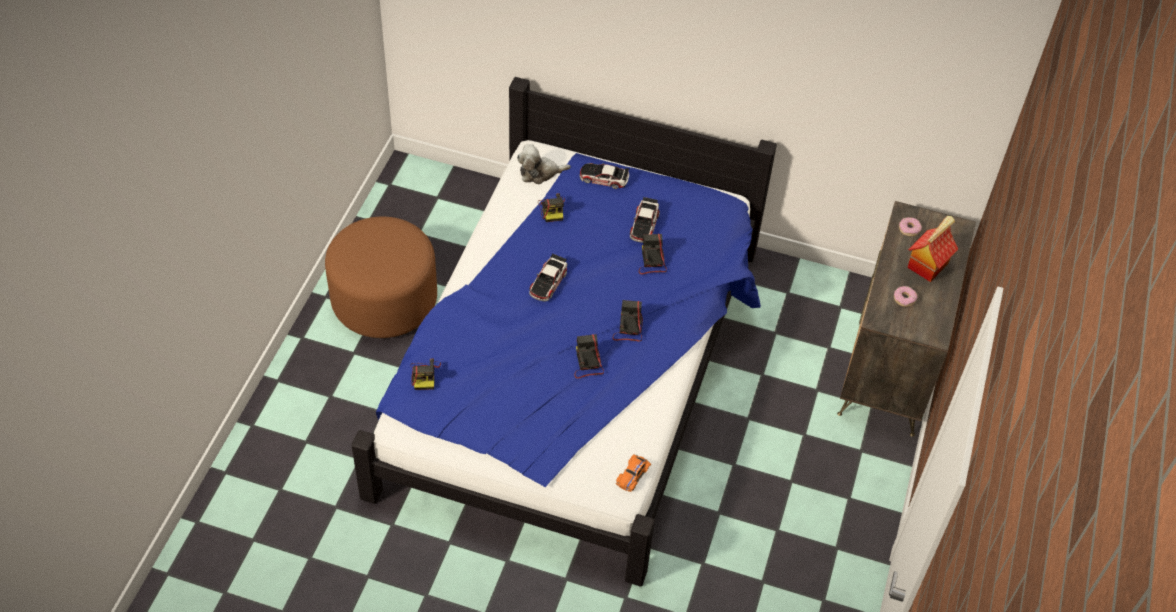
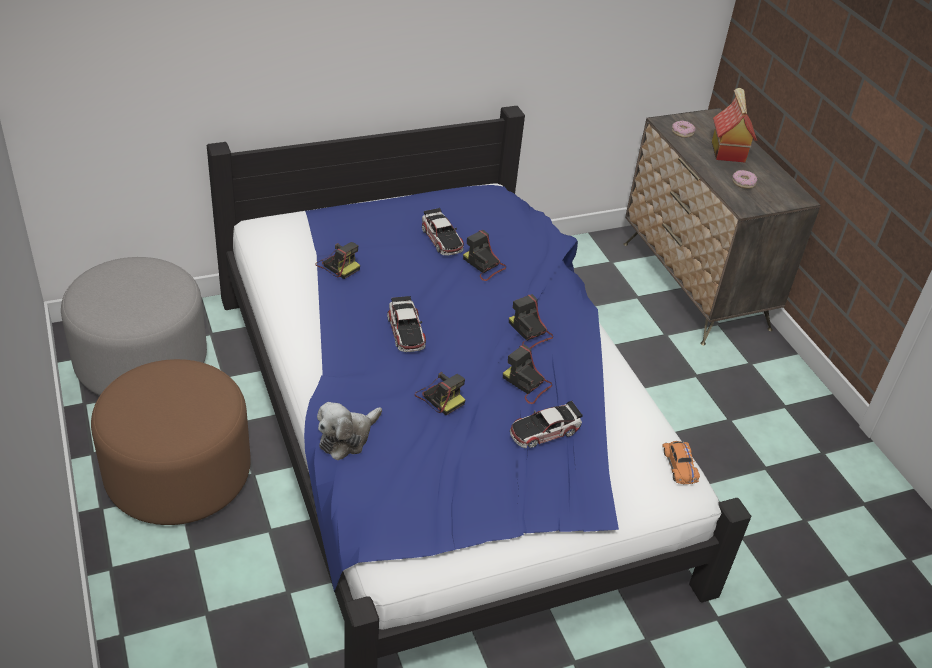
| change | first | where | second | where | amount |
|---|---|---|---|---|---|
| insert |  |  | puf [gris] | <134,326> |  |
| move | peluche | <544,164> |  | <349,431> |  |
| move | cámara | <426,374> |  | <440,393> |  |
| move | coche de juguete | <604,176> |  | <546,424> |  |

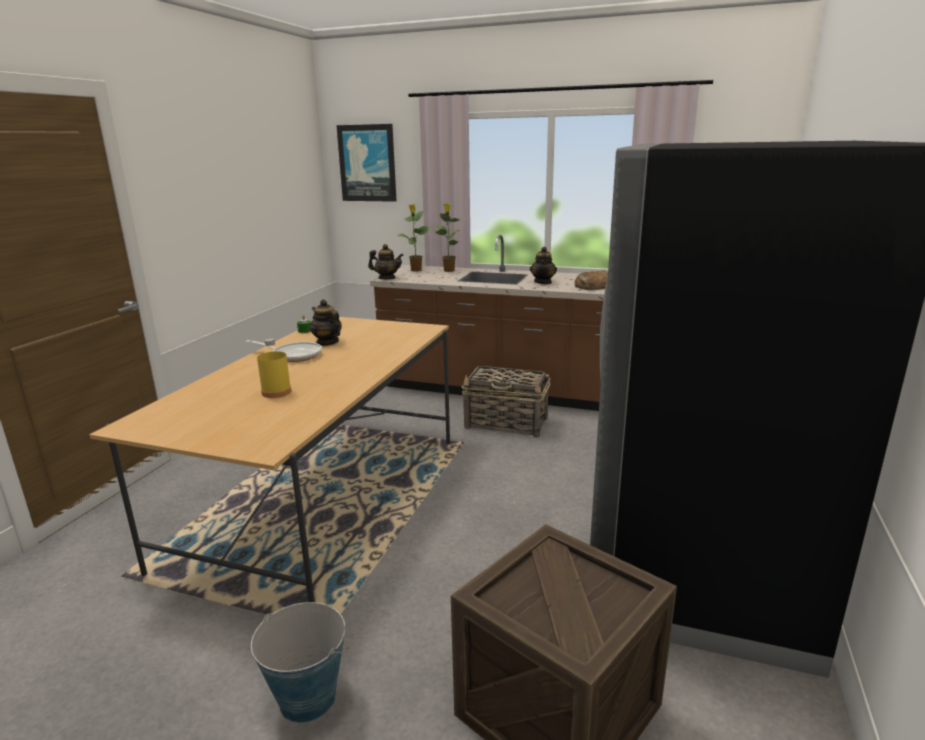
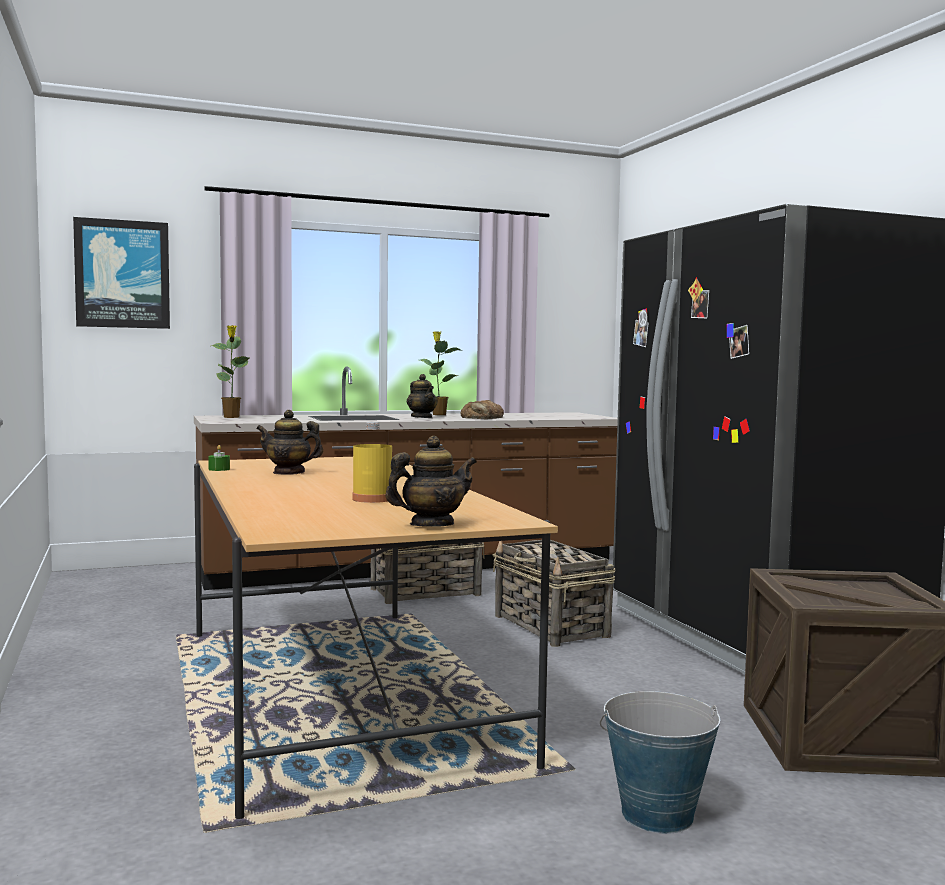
| change | first | where | second | where | amount |
|---|---|---|---|---|---|
| move | tetera | <386,261> |  | <431,481> |  |
| move | planta en maceta | <447,238> |  | <441,373> |  |
| insert |  |  | cesta | <554,593> |  |
| delete | sartén | <284,351> |  |  |  |

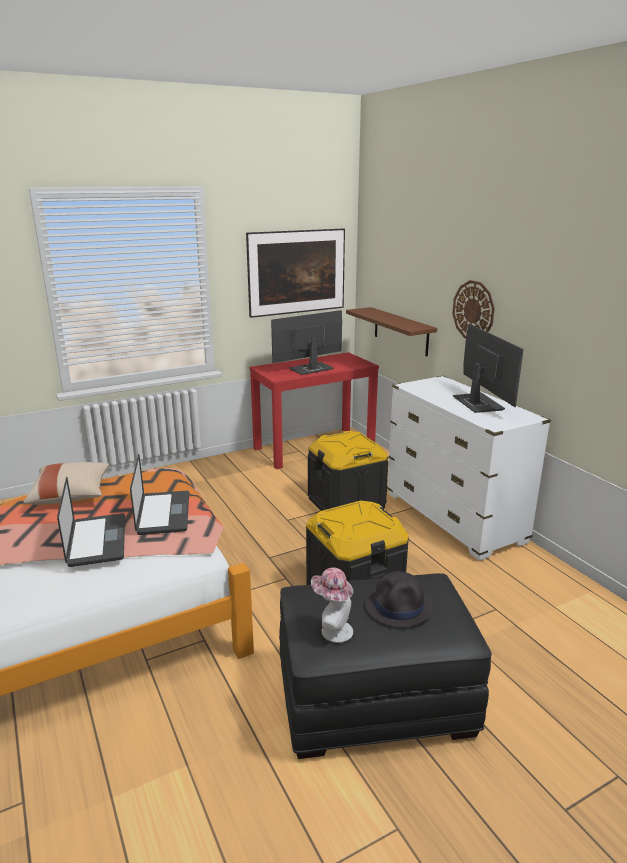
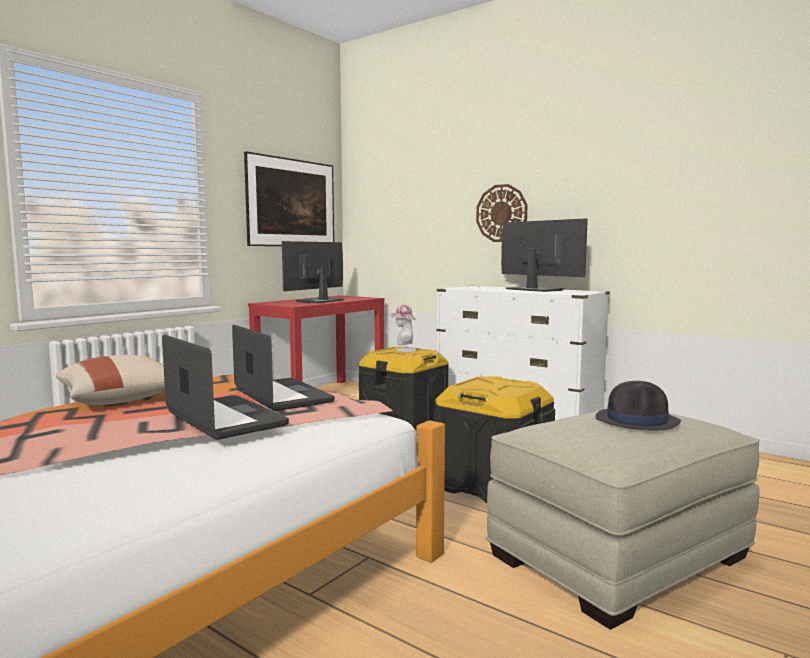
| change | first | where | second | where | amount |
|---|---|---|---|---|---|
| move | sombrero | <332,605> |  | <403,328> |  |
| recolor | puf [negro] | <385,666> | puf [beis] | <623,519> |  |
| delete | estante [marrón] | <391,331> |  |  |  |

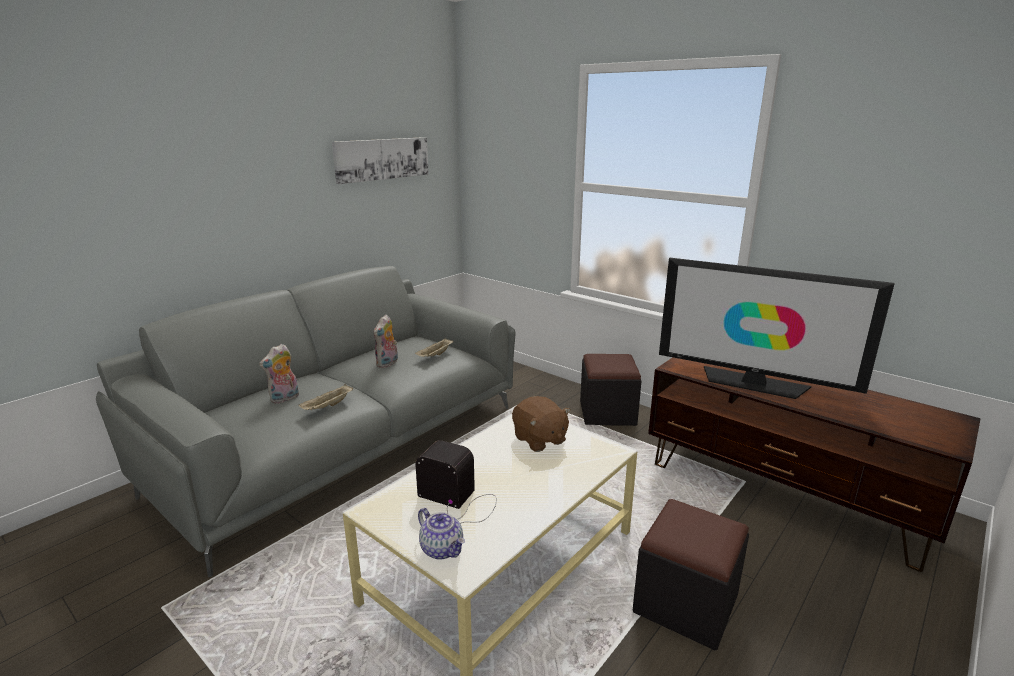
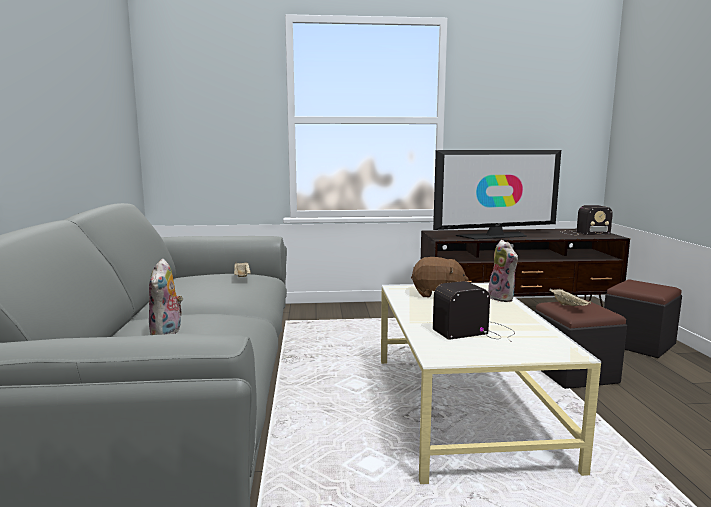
| change | first | where | second | where | amount |
|---|---|---|---|---|---|
| move | peluche | <385,341> |  | <503,271> |  |
| move | bandeja [beis] | <325,397> |  | <570,297> |  |
| insert |  |  | radio | <586,220> |  |
| move | puf [negro] | <610,390> |  | <643,319> |  |
| delete | cuadro | <380,160> |  |  |  |
| delete | tetera | <441,534> |  |  |  |

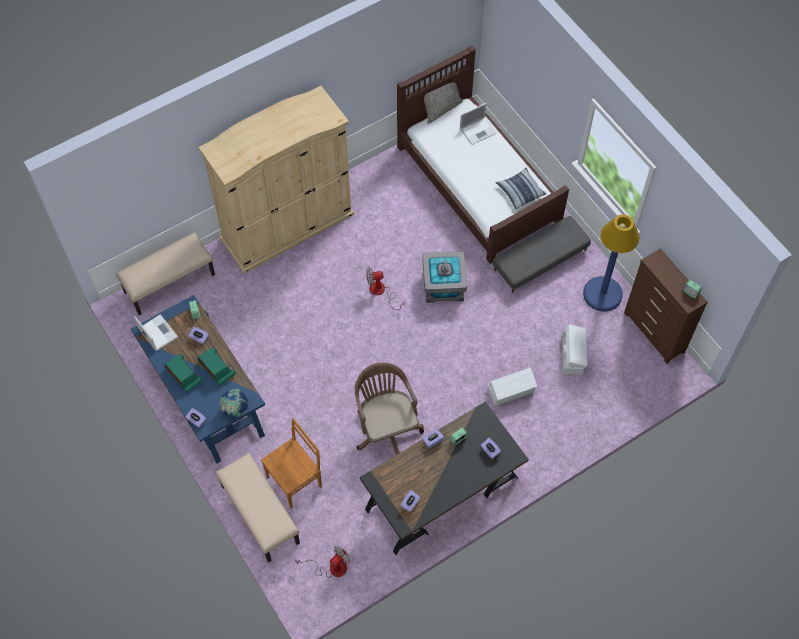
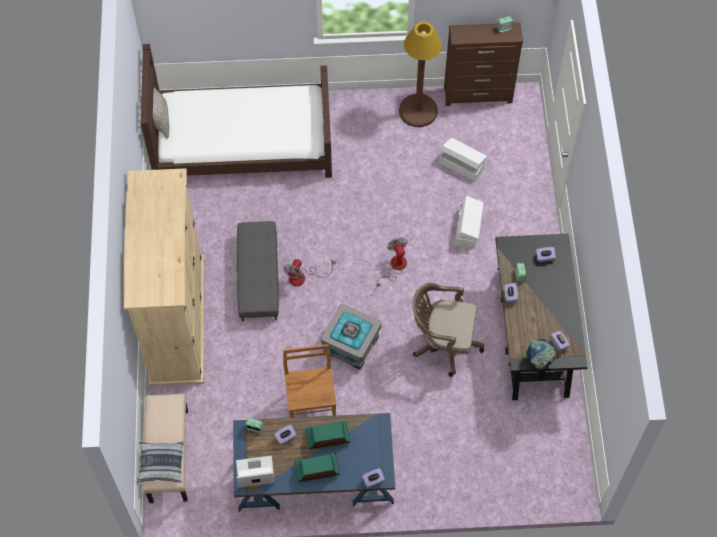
| change | first | where | second | where | amount |
|---|---|---|---|---|---|
| move | cojín | <520,189> |  | <160,462> |  |
| move | puf [gris] | <542,254> |  | <258,271> |  |
| move | silla [marrón] | <291,463> |  | <309,381> |  |
| move | caja de almacenaje [gris] | <444,277> |  | <351,337> |  |
| move | ventilador | <323,562> |  | <391,262> |  |
| recolor | lámpara de pie [azul] | <611,262> | lámpara de pie [marrón] | <420,74> |  |
| move | globo terráqueo | <233,403> |  | <541,354> |  |
| delete | banco [beis] | <257,507> |  |  |  |
| delete | portátil | <478,124> |  |  |  |

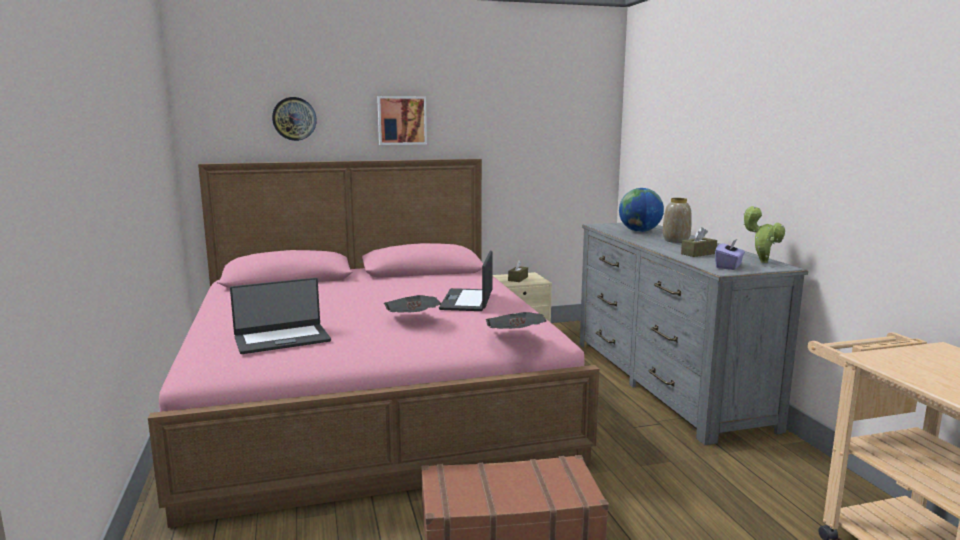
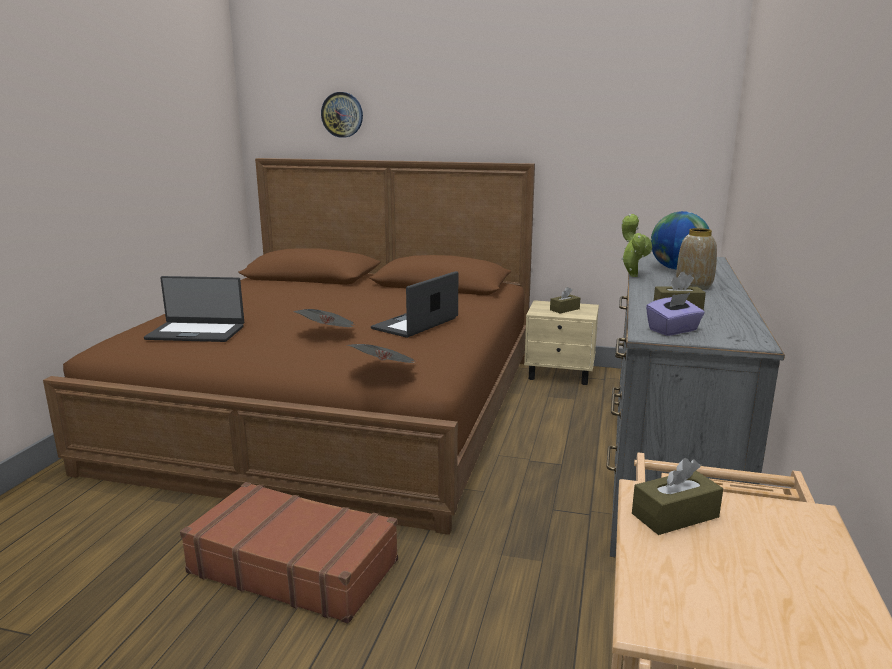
| change | first | where | second | where | amount |
|---|---|---|---|---|---|
| recolor | cama [rosa] | <373,343> | cama [marrón] | <289,346> |  |
| move | planta en maceta | <764,234> |  | <636,245> |  |
| insert |  |  | caja de pañuelos [marrón] | <677,496> |  |
| delete | cuadro | <402,120> |  |  |  |

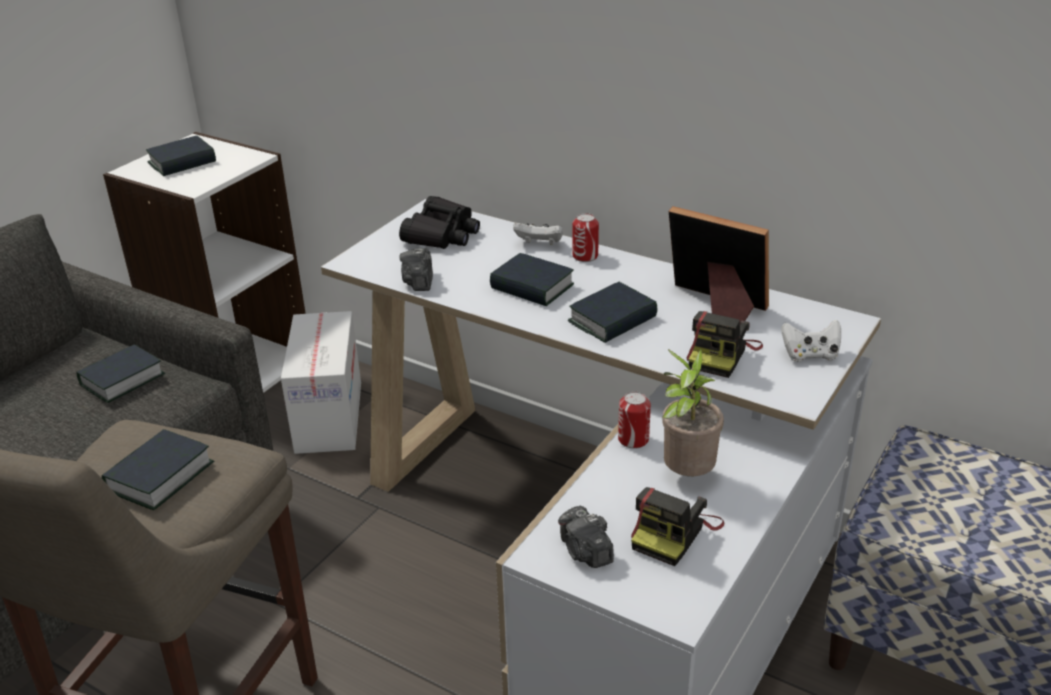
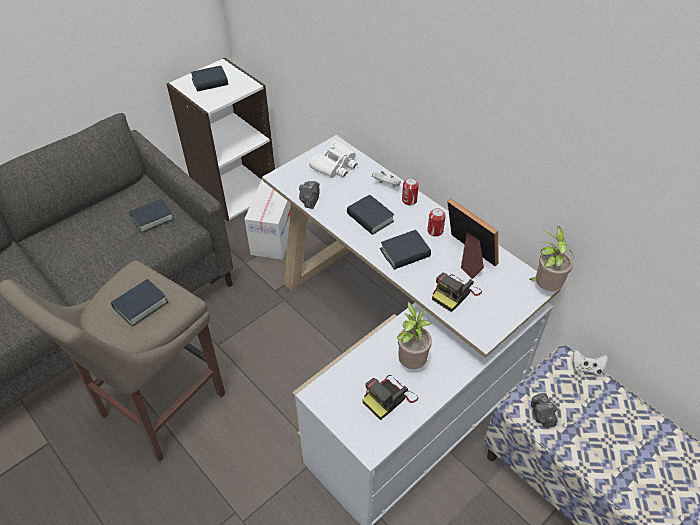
| change | first | where | second | where | amount |
|---|---|---|---|---|---|
| recolor | prismáticos [negro] | <439,222> | prismáticos [blanco] | <333,159> |  |
| move | lata | <634,420> |  | <436,222> |  |
| insert |  |  | planta en maceta | <551,258> |  |
| move | cámara | <586,537> |  | <544,410> |  |
| move | mando de consola [blanco] | <811,341> |  | <590,363> |  |

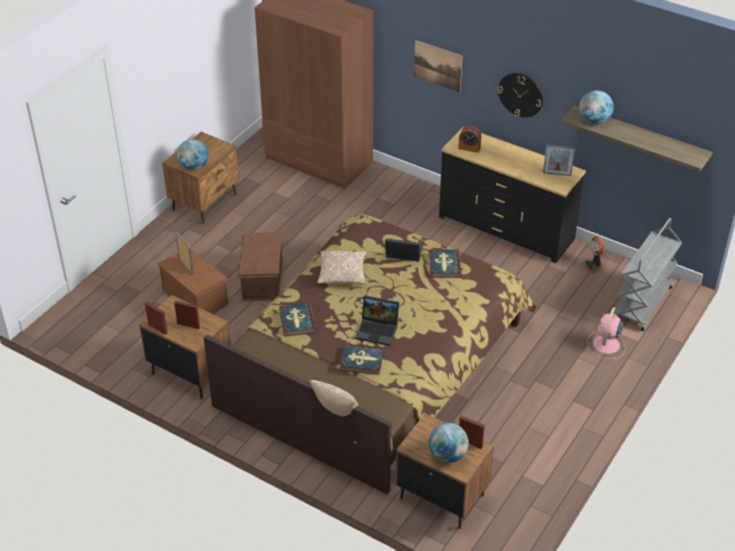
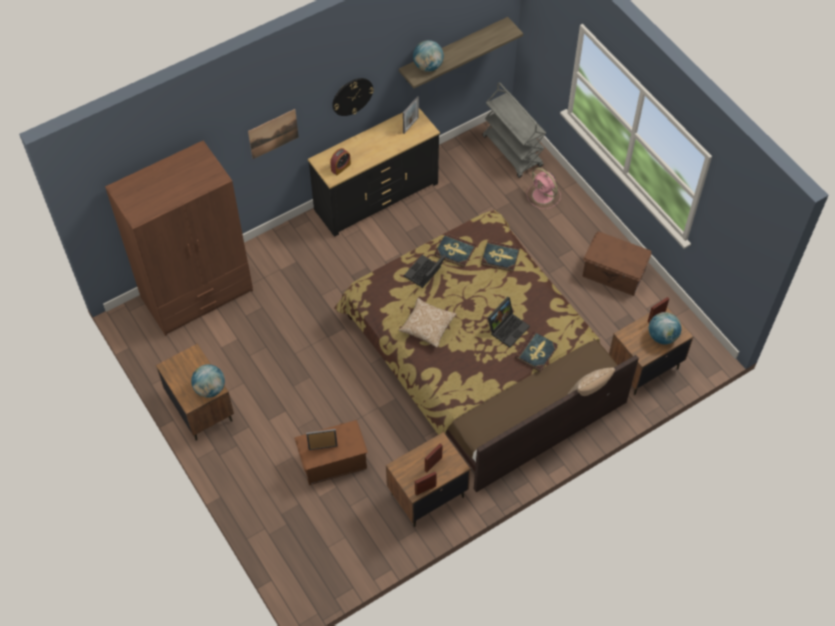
| change | first | where | second | where | amount |
|---|---|---|---|---|---|
| move | libro | <297,320> |  | <500,256> |  |
| move | caja de almacenaje [marrón] | <260,266> |  | <617,263> |  |
| delete | ventilador | <593,255> |  |  |  |

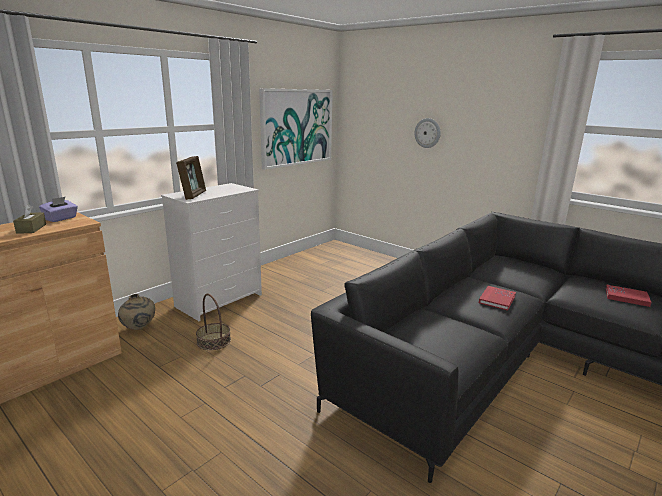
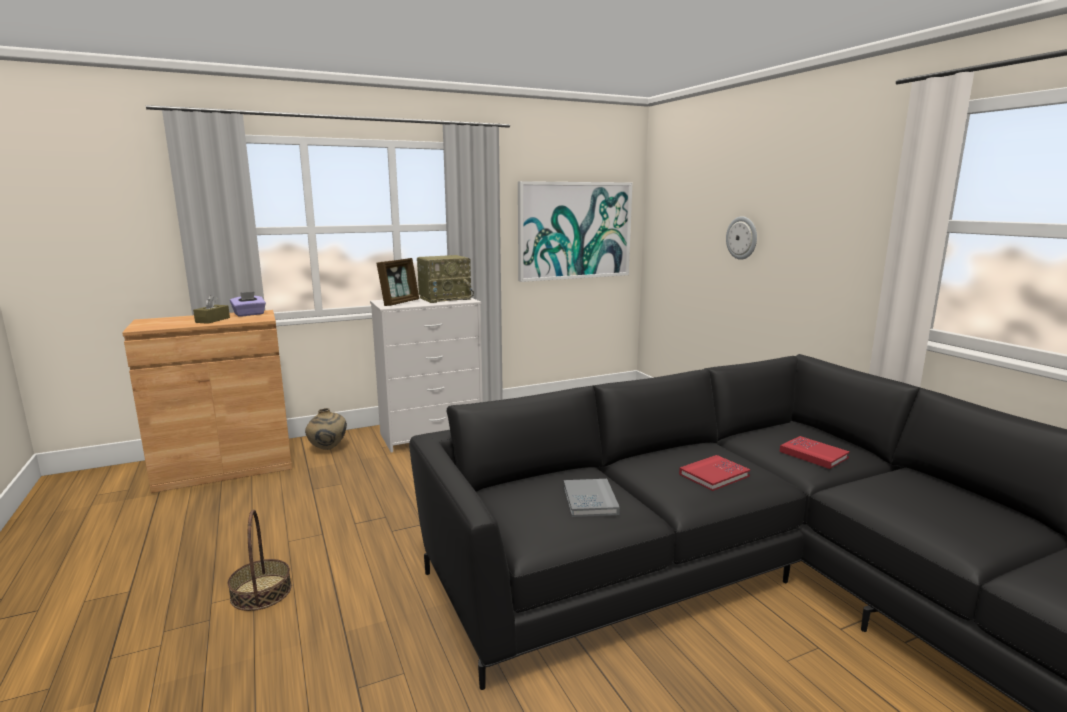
| change | first | where | second | where | amount |
|---|---|---|---|---|---|
| move | cesta | <213,322> |  | <260,560> |  |
| insert |  |  | radio | <445,279> |  |
| insert |  |  | libro [gris] | <592,498> |  |
| move | libro [rojo] | <629,296> |  | <814,452> |  |

